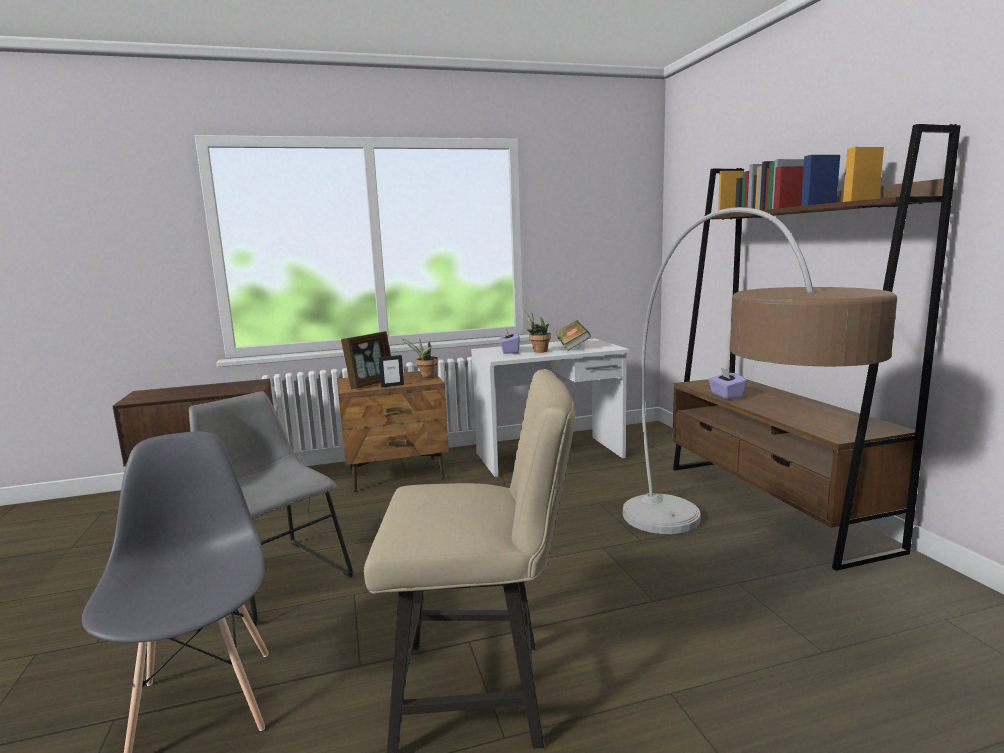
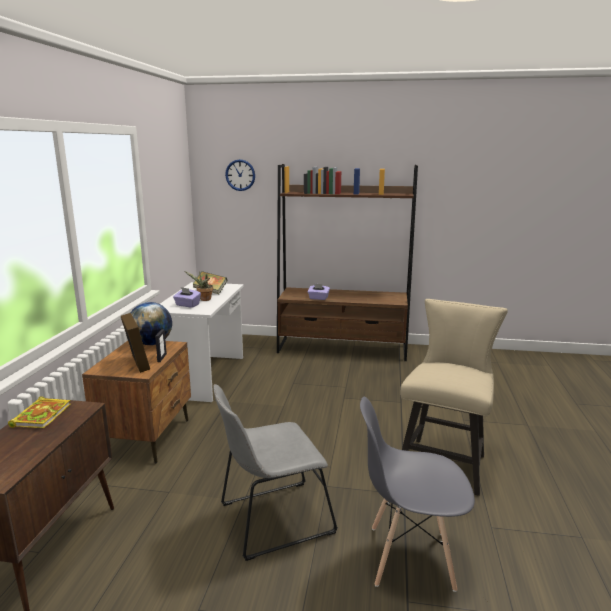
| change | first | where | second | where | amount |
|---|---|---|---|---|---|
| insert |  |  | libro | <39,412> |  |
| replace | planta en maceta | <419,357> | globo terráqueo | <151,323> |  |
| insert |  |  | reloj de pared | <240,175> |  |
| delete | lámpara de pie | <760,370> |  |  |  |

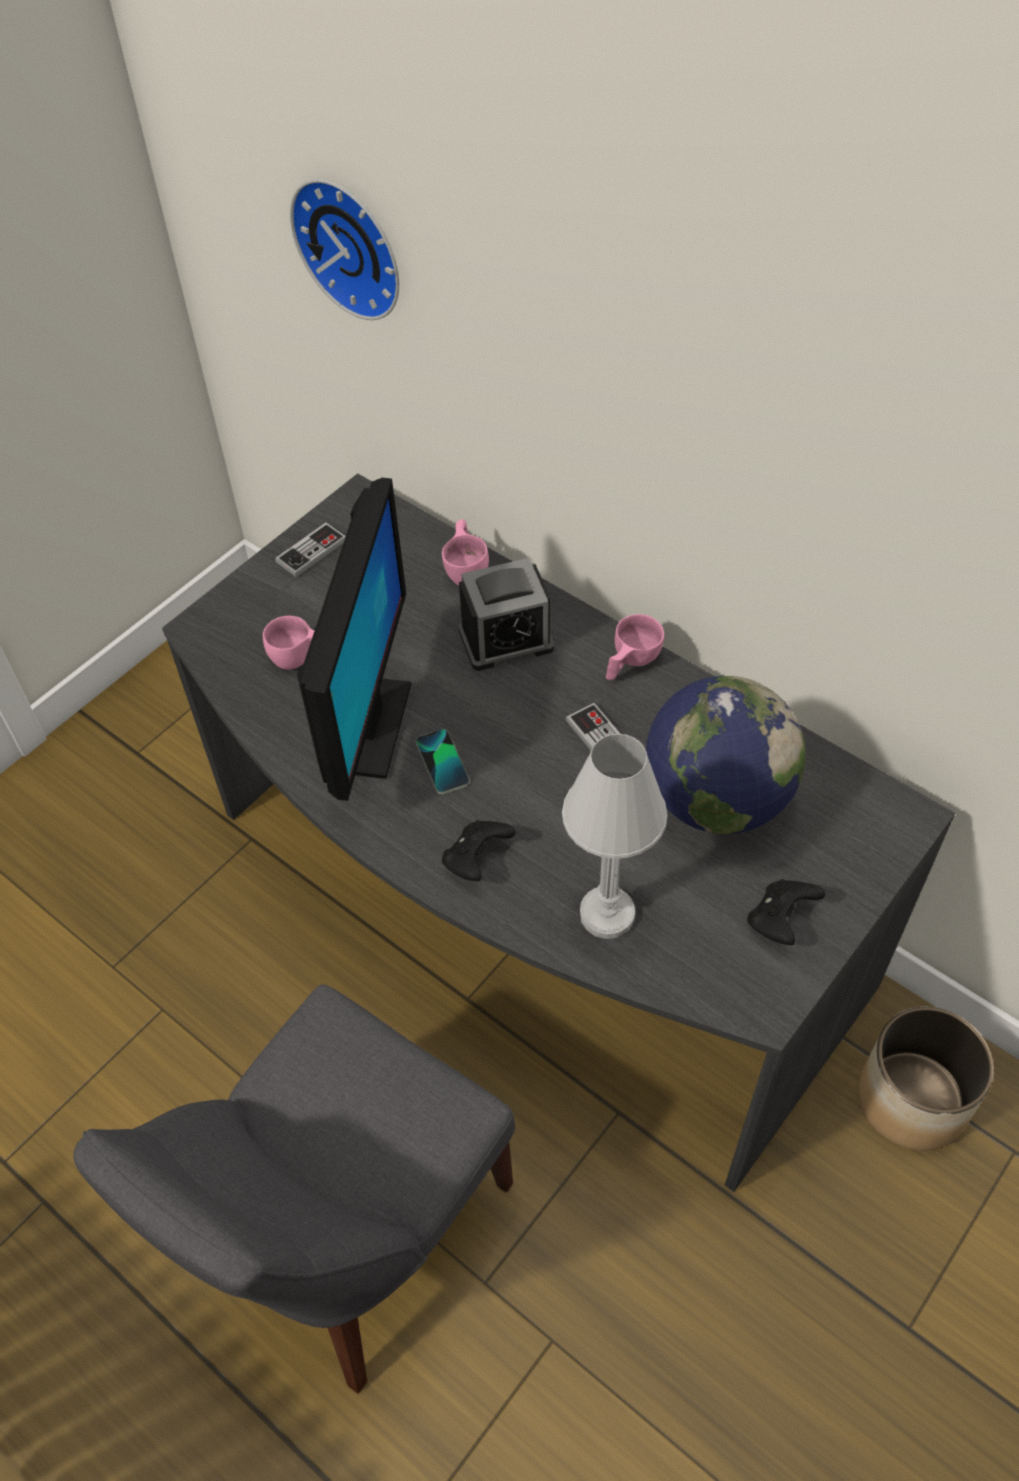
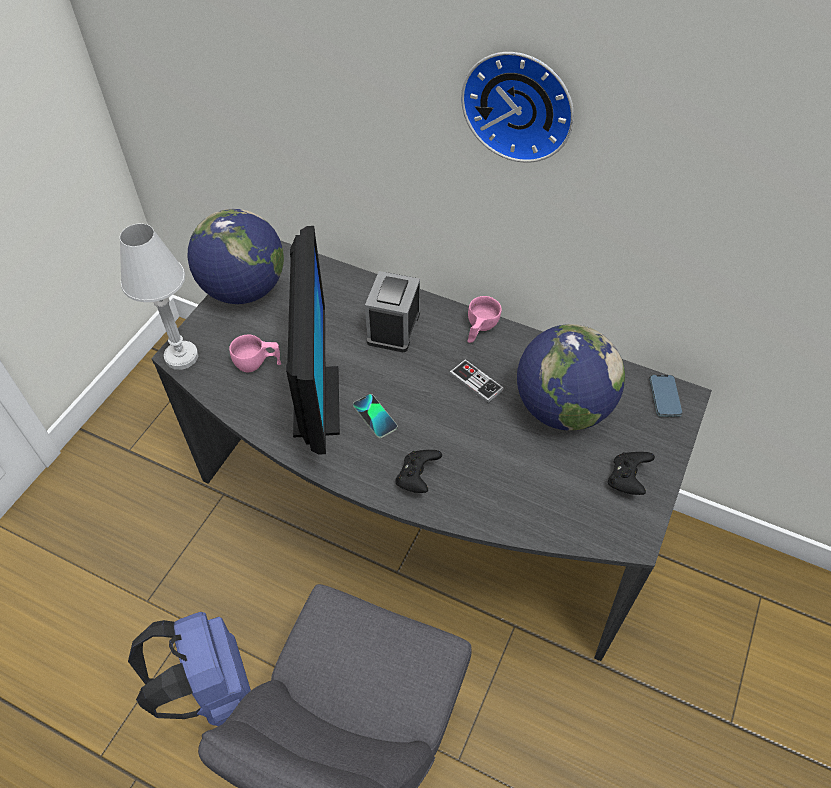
| change | first | where | second | where | amount |
|---|---|---|---|---|---|
| move | lámpara de mesa [blanco] | <615,836> |  | <159,297> |  |
| insert |  |  | mochila [azul] | <189,669> |  |
| replace | mando de consola | <310,550> | globo terráqueo | <236,256> |  |
| rotate | despertador | <506,614> |  | <392,311> | 135 degrees clockwise |
| move | reloj de pared | <344,249> |  | <517,107> |  |
| insert |  |  | móvil | <666,396> |  |
| delete | taza [rosa] | <465,552> |  |  |  |
| delete | maceta | <926,1078> |  |  |  |

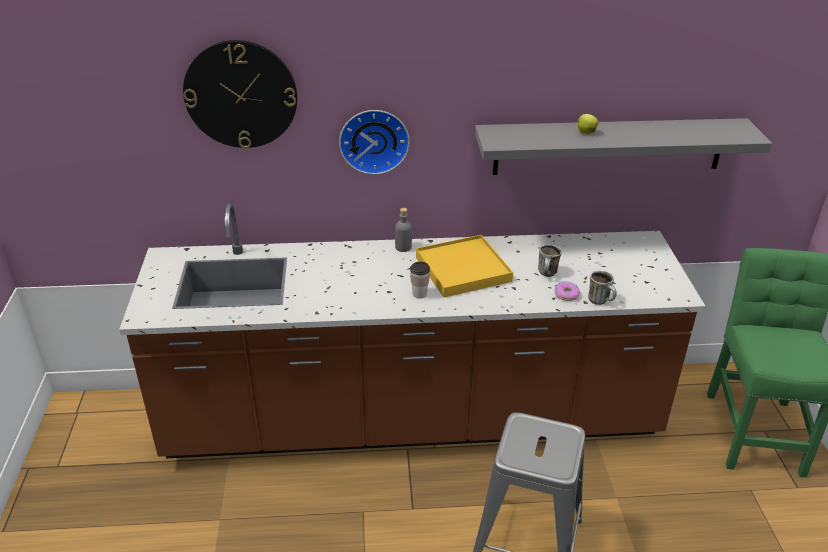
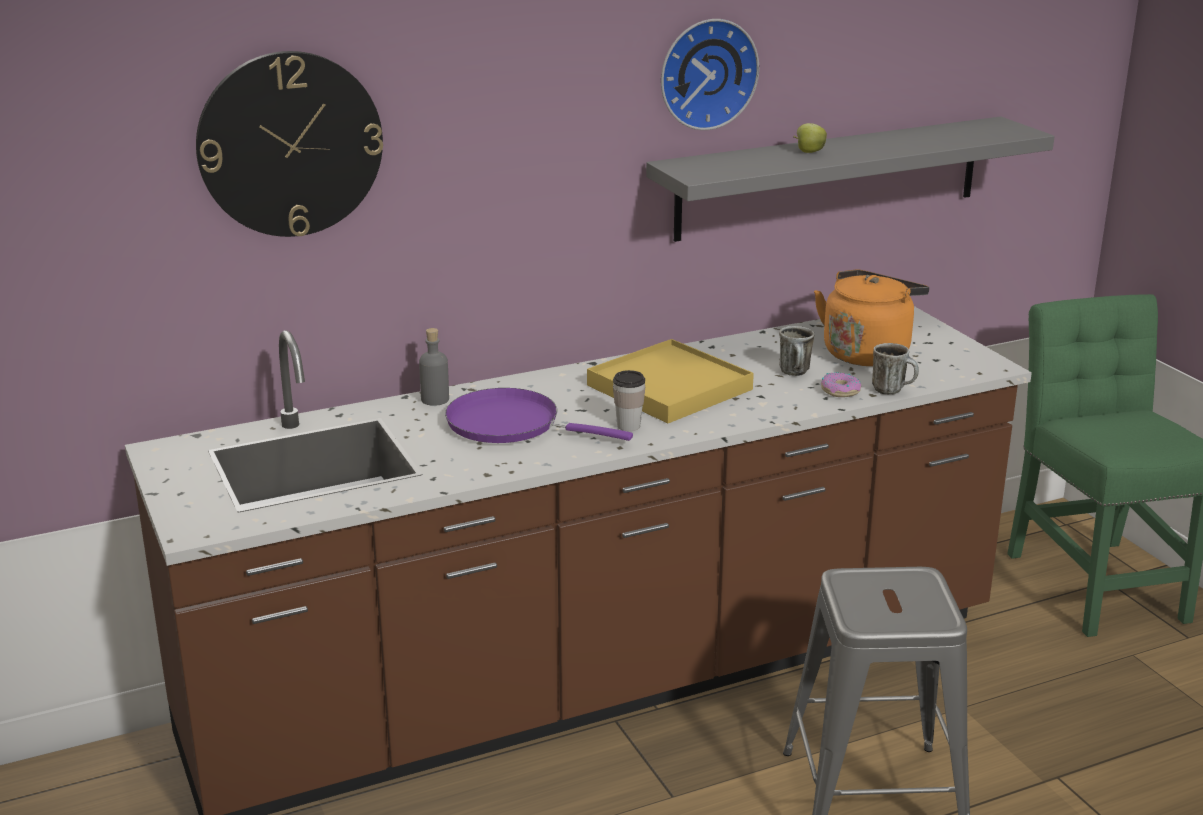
| change | first | where | second | where | amount |
|---|---|---|---|---|---|
| move | botella [gris] | <403,230> |  | <434,367> |  |
| insert |  |  | sartén [morado] | <539,415> |  |
| move | reloj de pared | <374,142> |  | <710,74> |  |
| insert |  |  | hervidor [naranja] | <871,317> |  |

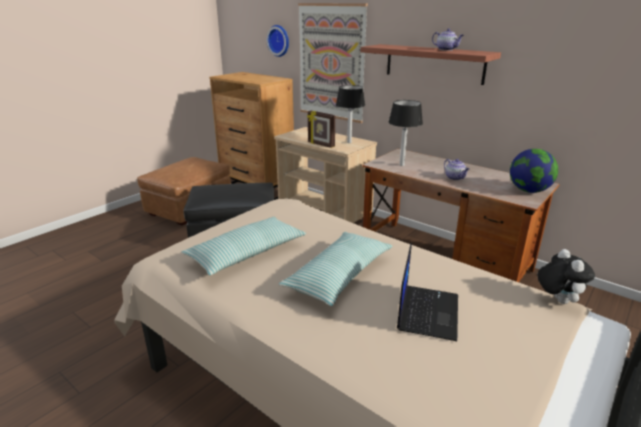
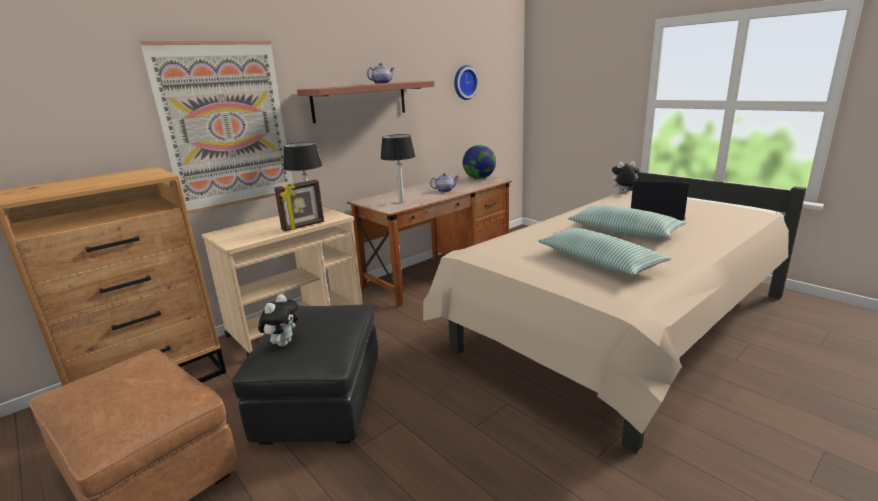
| change | first | where | second | where | amount |
|---|---|---|---|---|---|
| insert |  |  | peluche | <278,320> |  |
| move | reloj de pared | <277,41> |  | <466,82> |  |

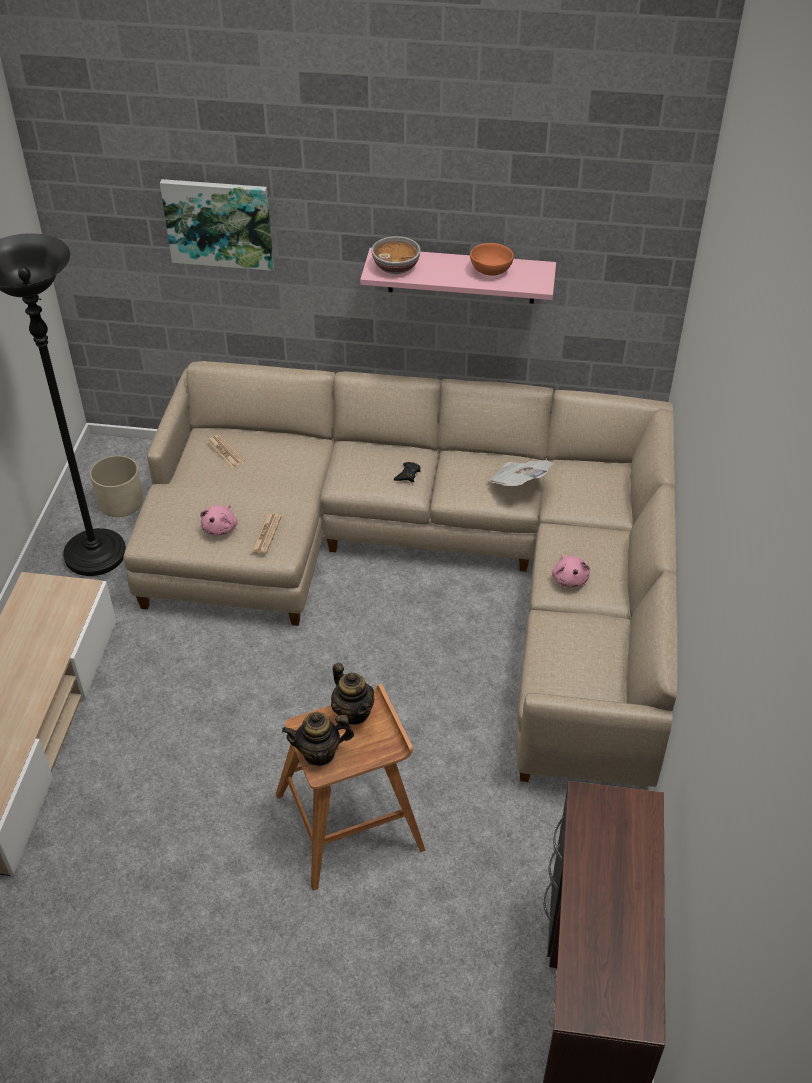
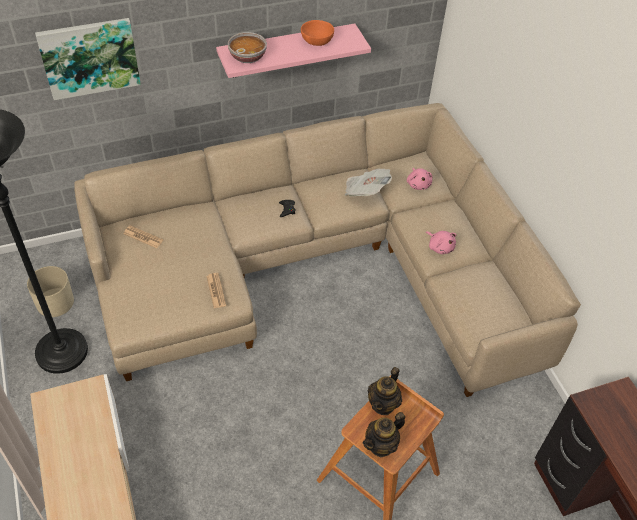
| change | first | where | second | where | amount |
|---|---|---|---|---|---|
| rotate | tetera | <352,694> |  | <385,391> | 90 degrees clockwise |
| move | peluche [rosa] | <218,520> |  | <420,179> |  |

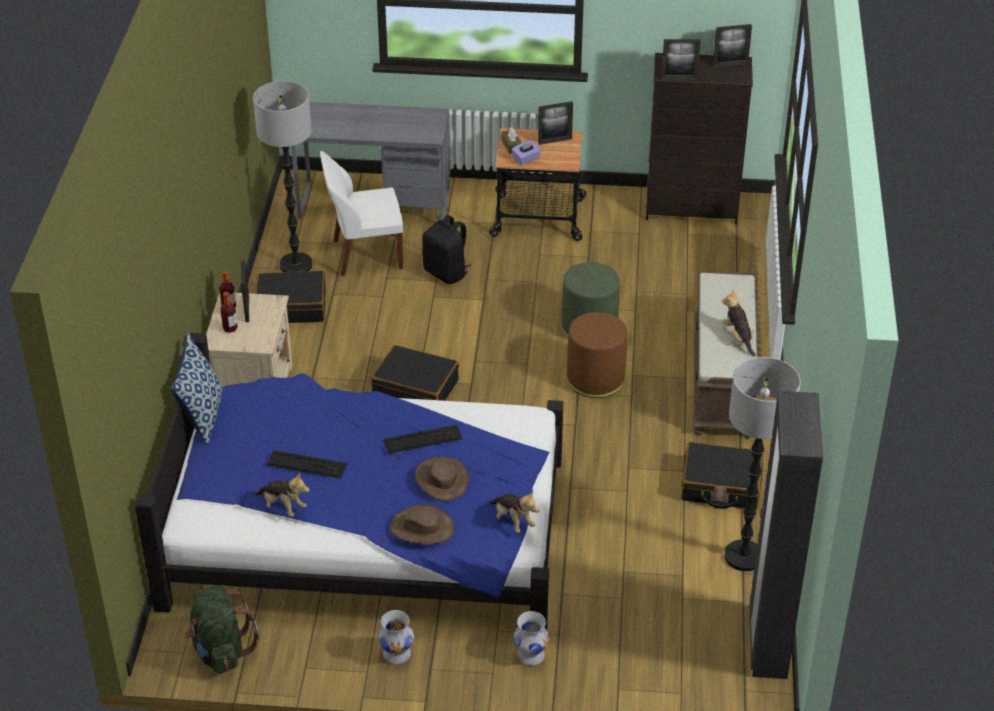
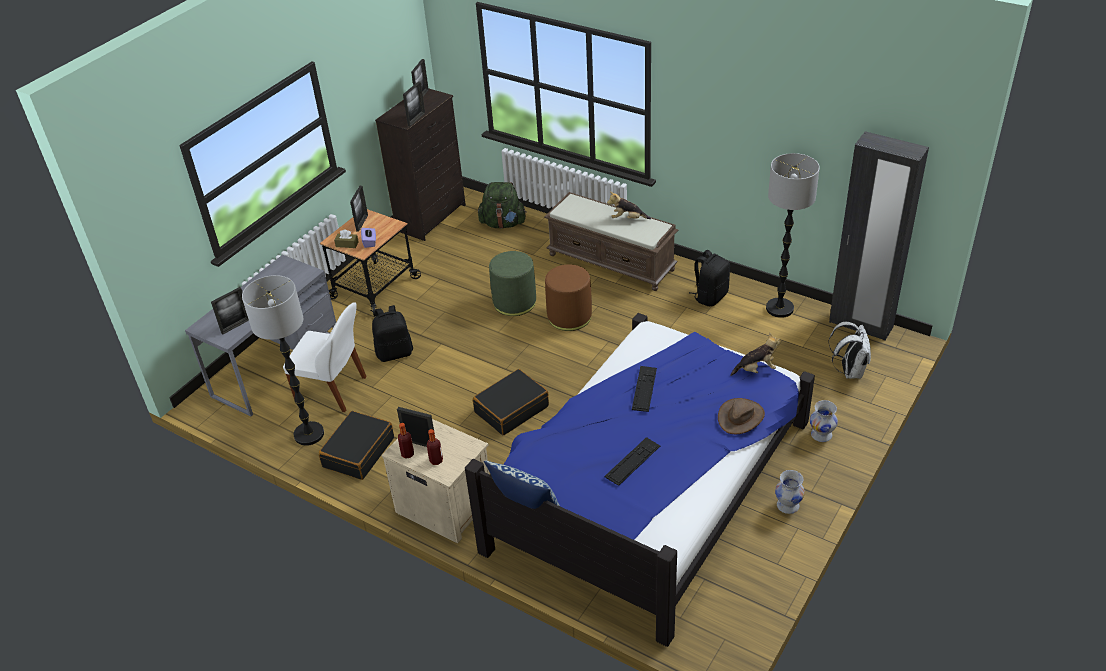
| change | first | where | second | where | amount |
|---|---|---|---|---|---|
| insert |  |  | portarretratos | <230,310> |  |
| rotate | silla [blanco] | <361,213> |  | <325,357> | 90 degrees counterclockwise |
| move | mochila [verde] | <222,629> |  | <502,205> |  |
| replace | maleta [negro] | <722,476> | mochila [negro] | <709,278> |  |
| insert |  |  | mochila [blanco] | <849,350> |  |
| delete | peluche | <282,494> |  |  |  |
| delete | sombrero [marrón] | <442,479> |  |  |  |

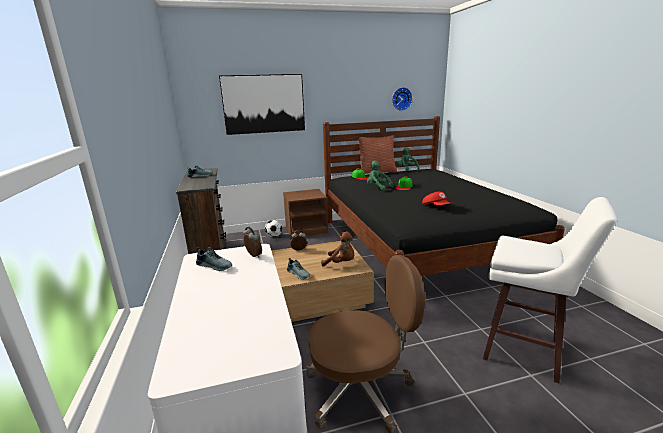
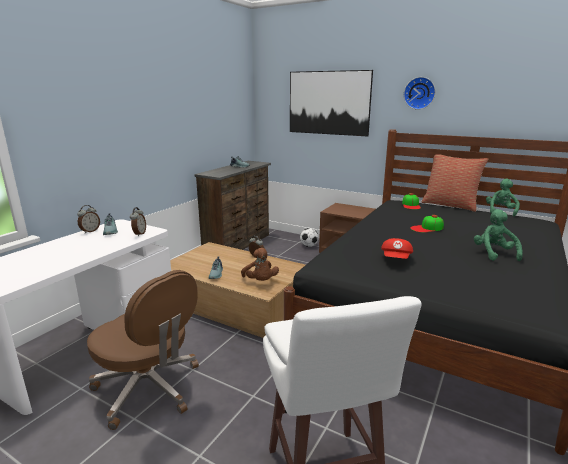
| change | first | where | second | where | amount |
|---|---|---|---|---|---|
| insert |  |  | despertador | <88,219> |  |
| move | reloj de pared | <402,99> |  | <419,93> |  |
| move | peluche [verde] | <380,176> |  | <498,235> |  |

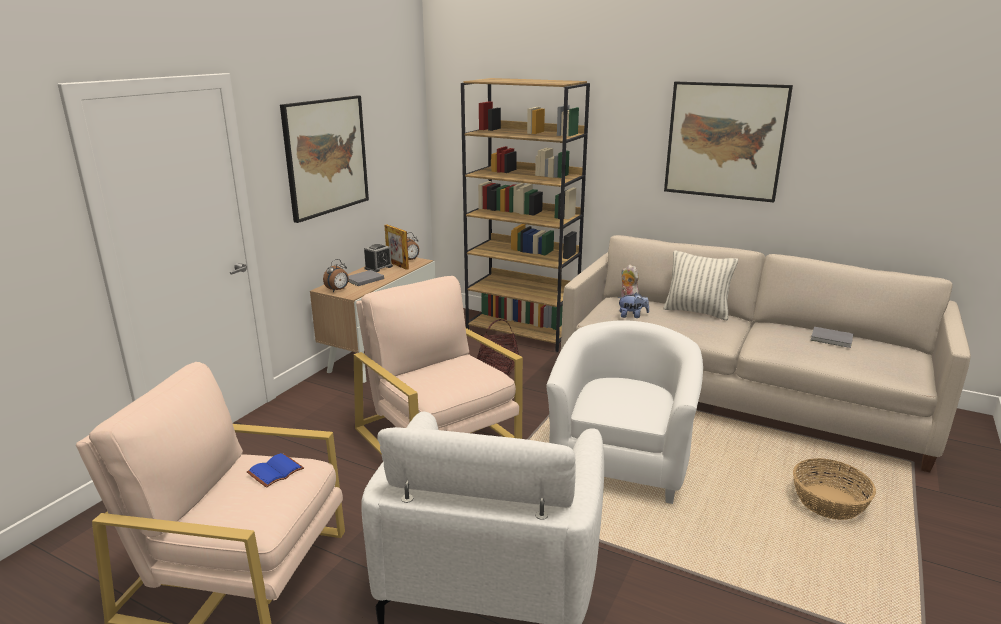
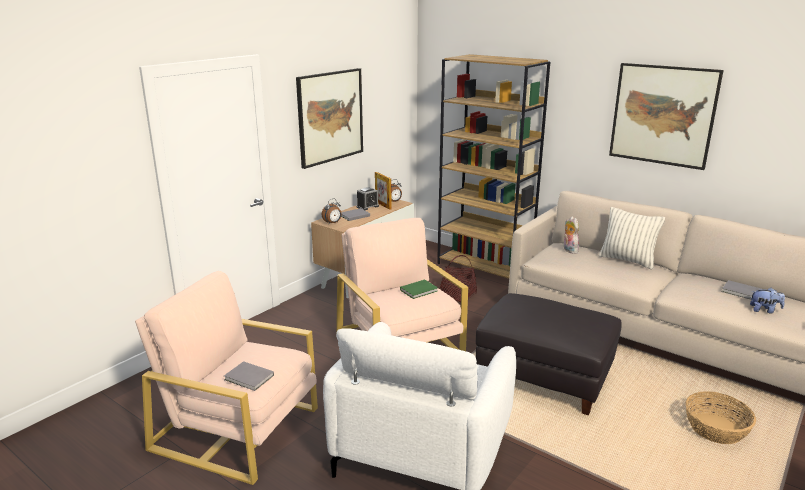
| change | first | where | second | where | amount |
|---|---|---|---|---|---|
| insert |  |  | libro [gris] | <249,376> |  |
| insert |  |  | libro [verde] | <419,289> |  |
| replace | sillón [blanco] | <624,412> | puf [negro] | <548,354> |  |
| move | peluche | <633,305> |  | <767,300> |  |
| delete | libro [azul] | <275,470> |  |  |  |

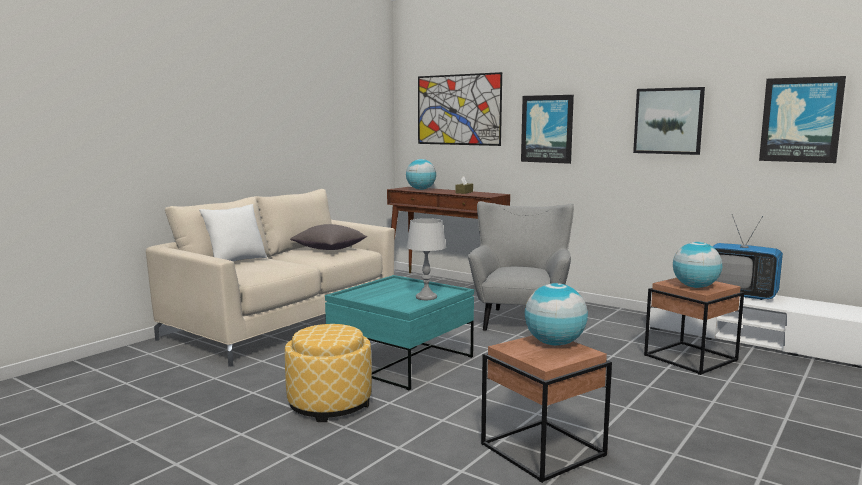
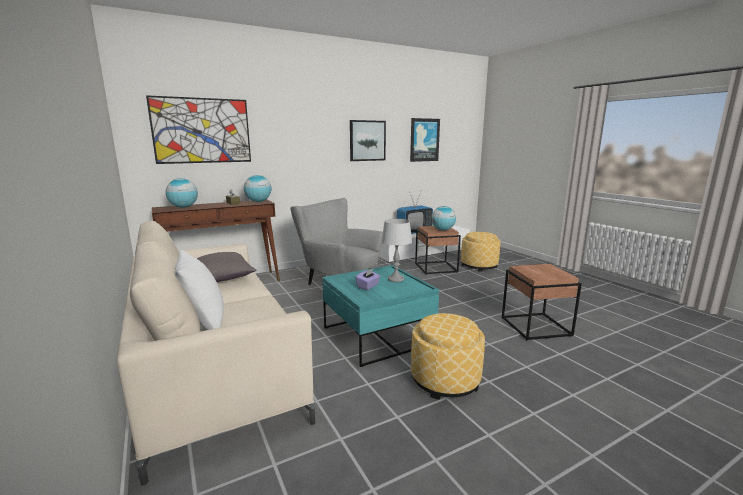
| change | first | where | second | where | amount |
|---|---|---|---|---|---|
| move | globo terráqueo | <556,314> |  | <257,188> |  |
| insert |  |  | caja de pañuelos [morado] | <368,279> |  |
| insert |  |  | puf | <481,252> |  |
| delete | cuadro | <547,129> |  |  |  |

